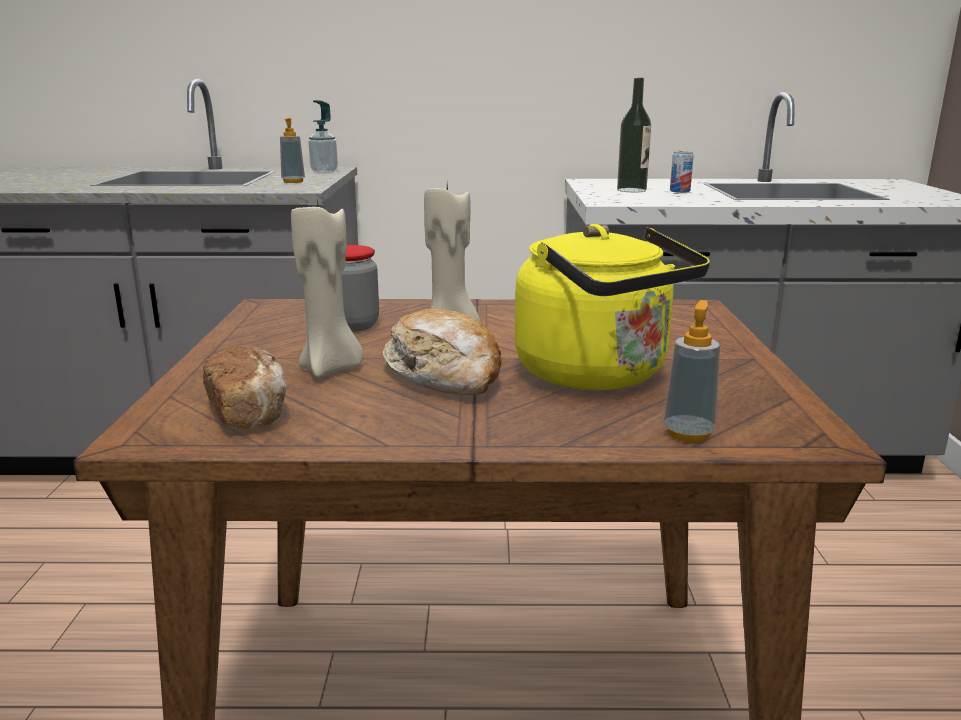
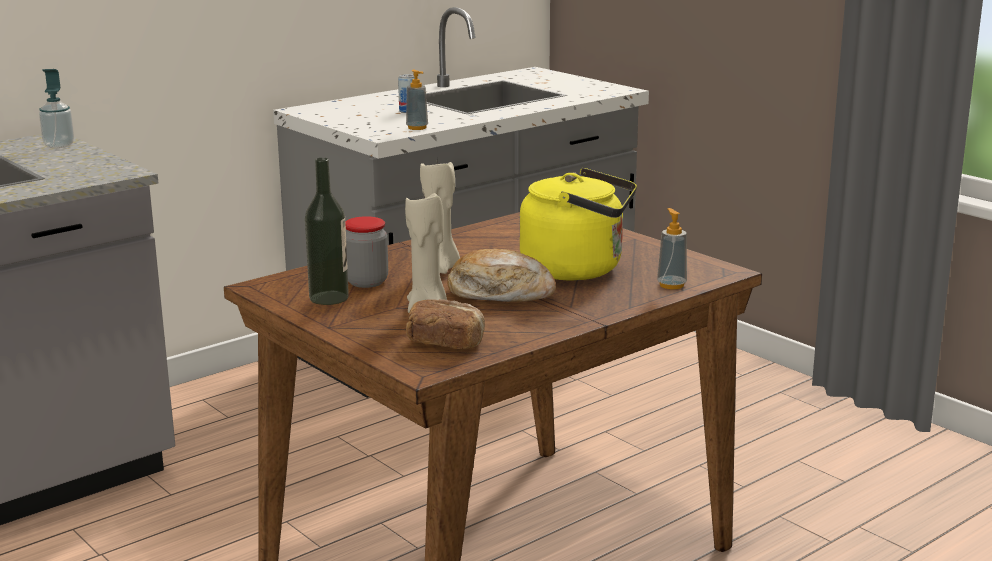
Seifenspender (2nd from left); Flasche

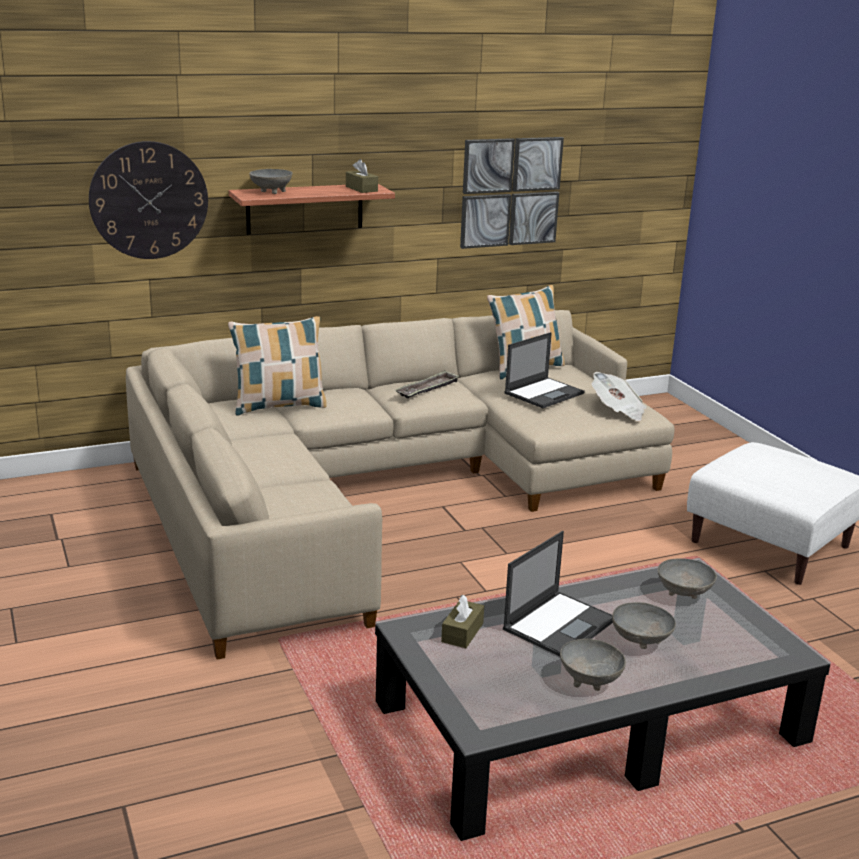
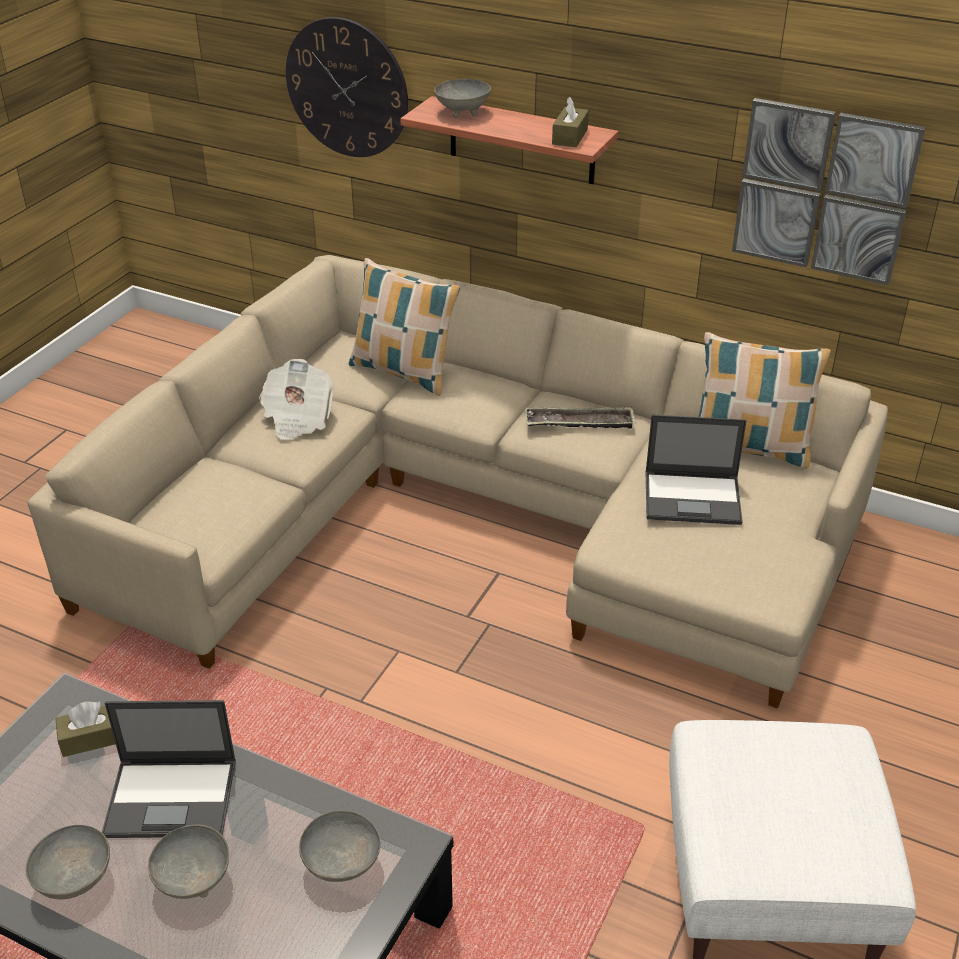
Zeitung

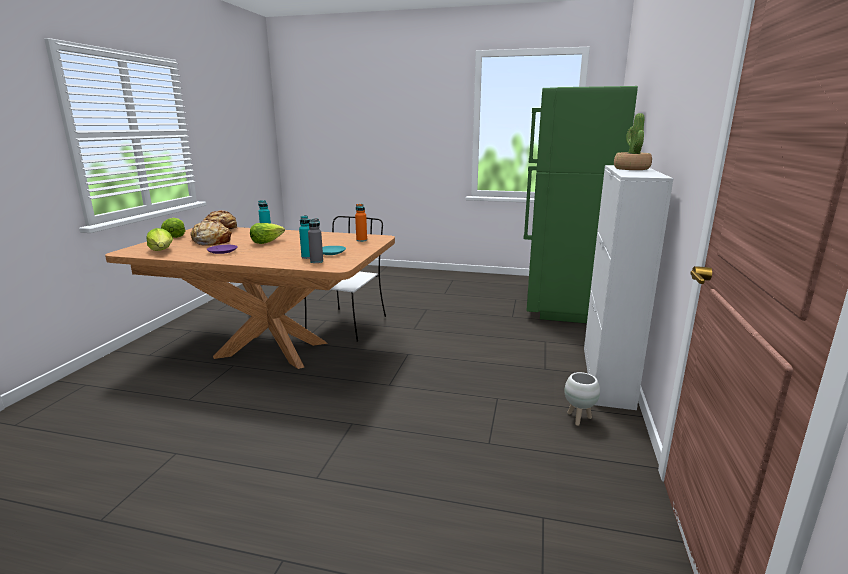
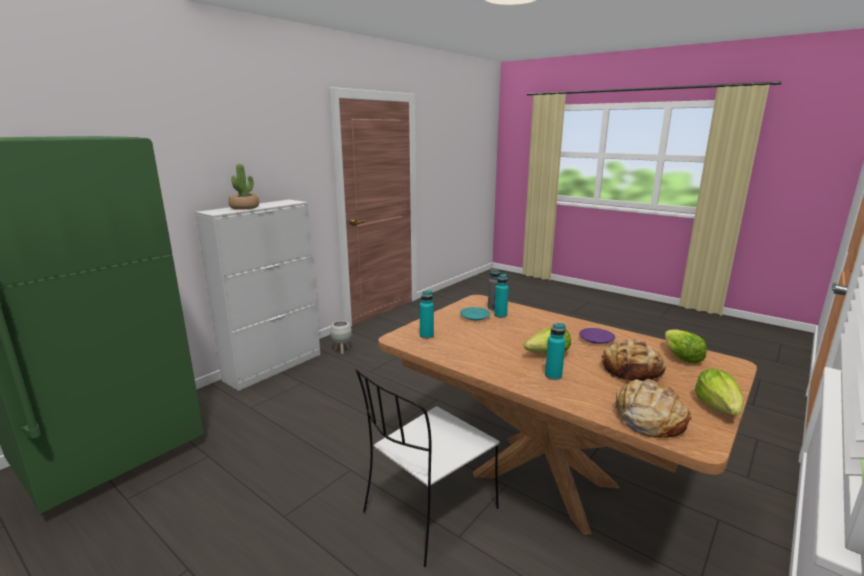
Flasche [türkis] (1st from left)

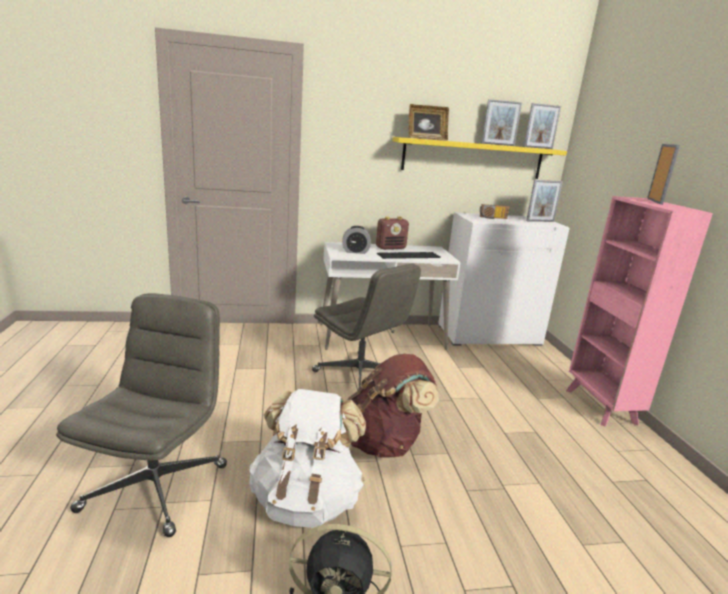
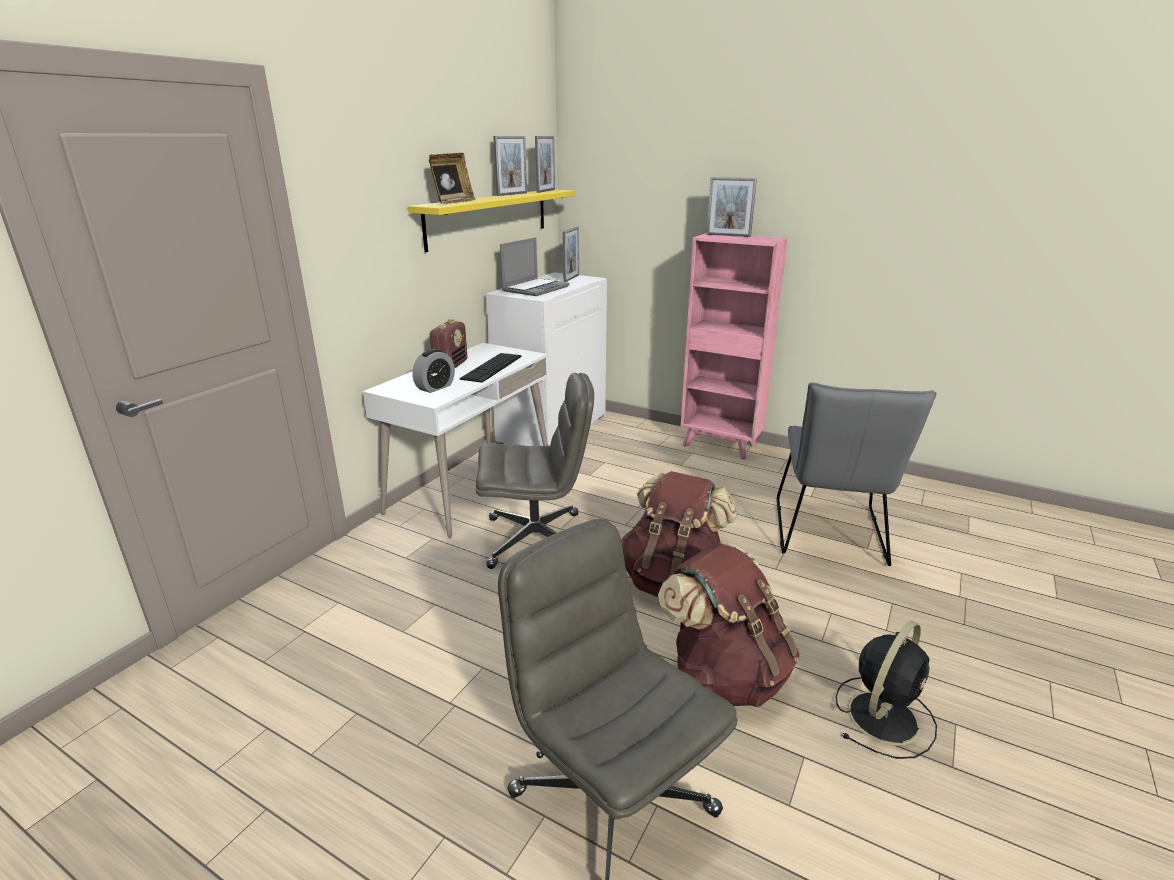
Stuhl [grau]; Laptop; Rucksack [braun] (2nd from left); Bilderrahmen (5th from left)

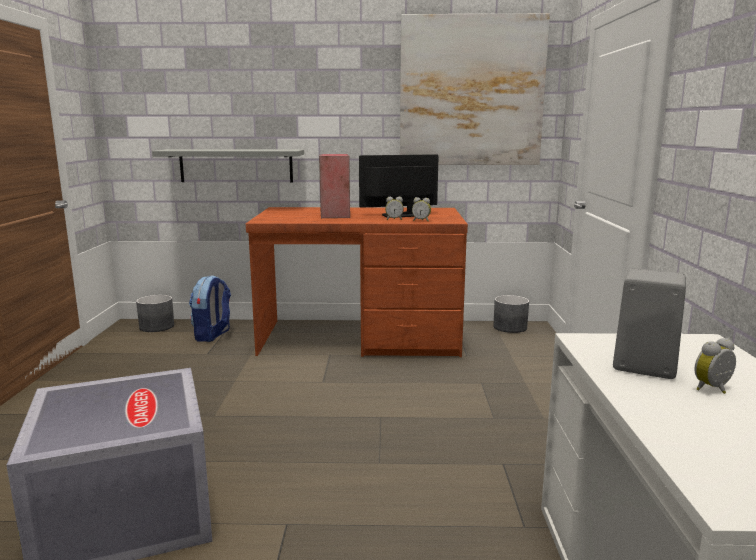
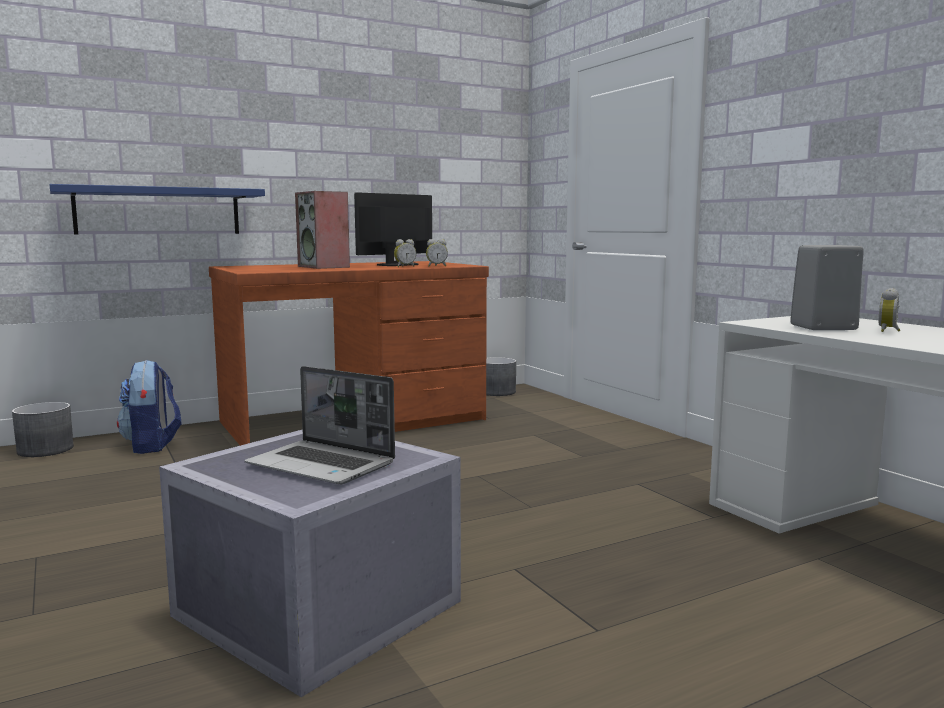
Bild; Laptop; Wandregal [blau]

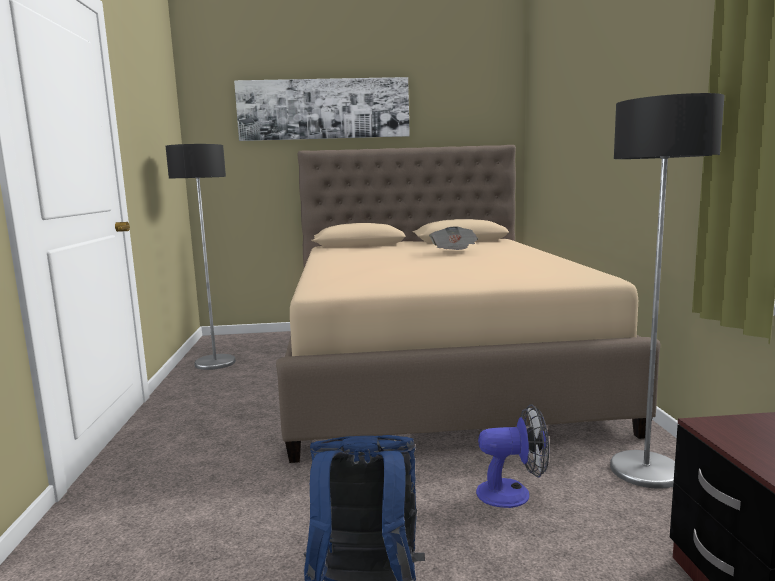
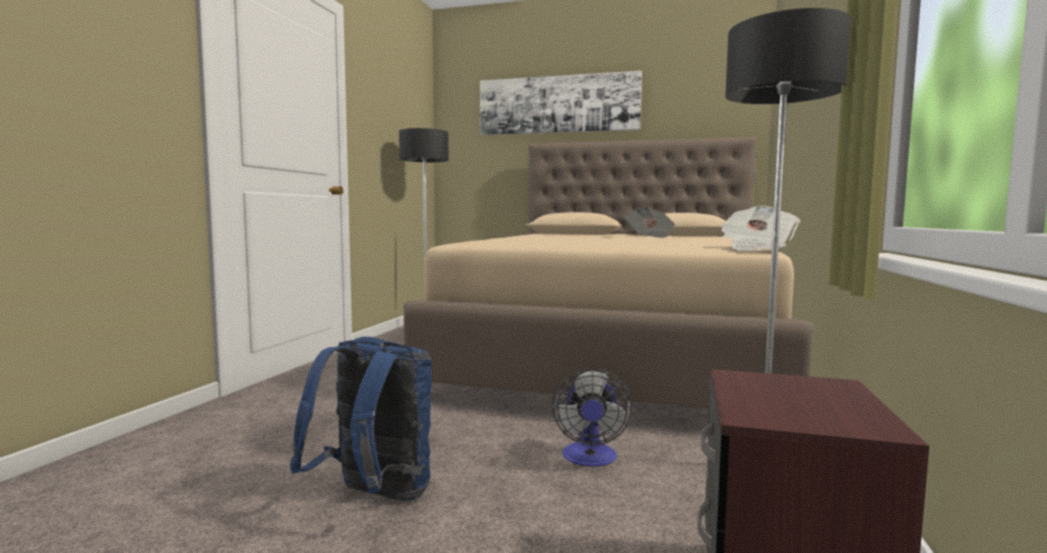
Zeitung (2nd from left); Ventilator

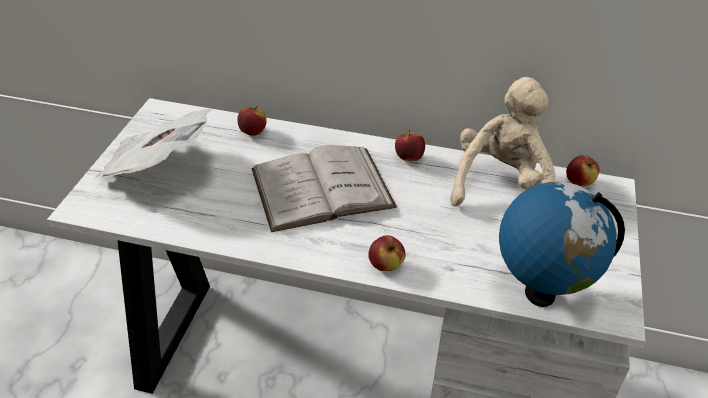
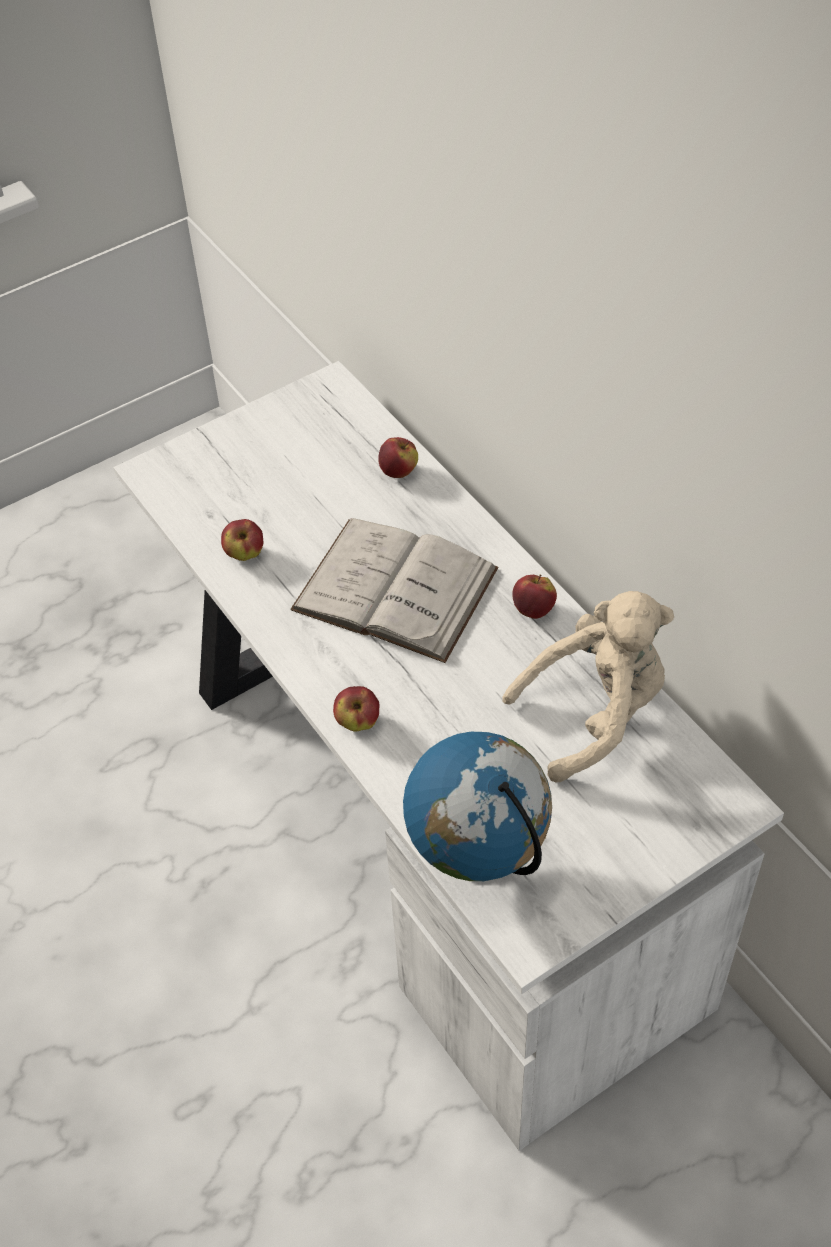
Zeitung; Apfel (1st from left)

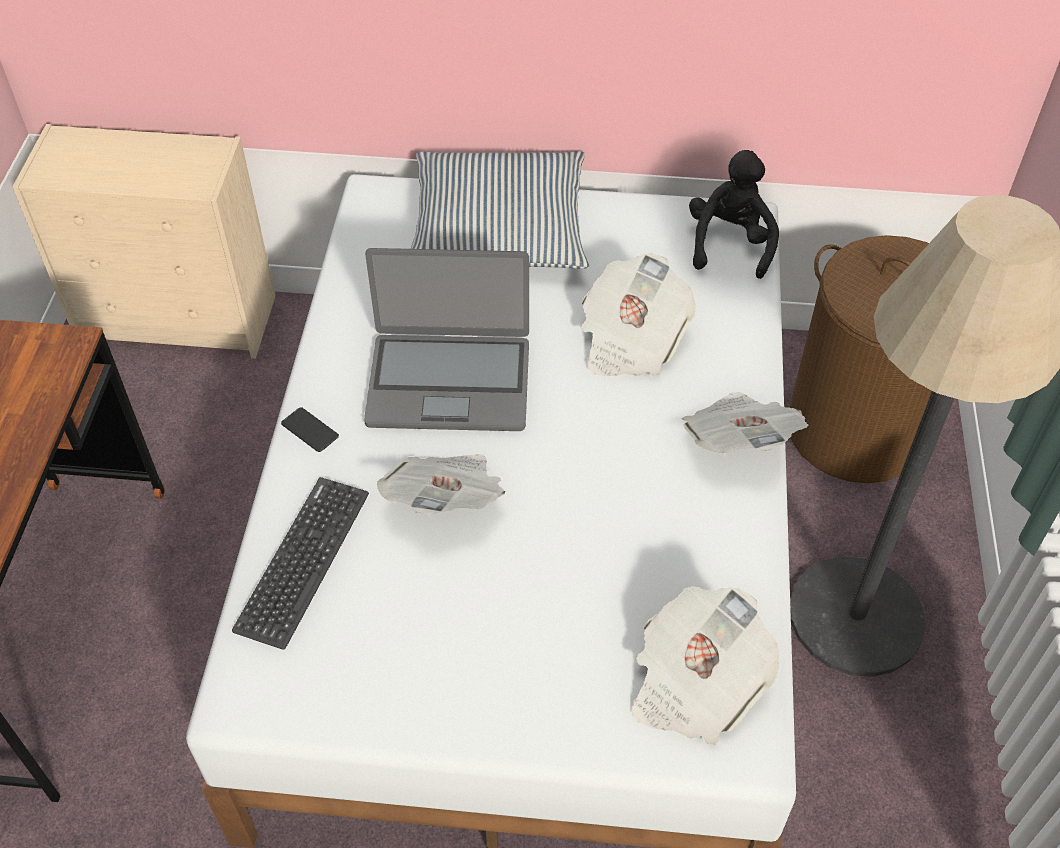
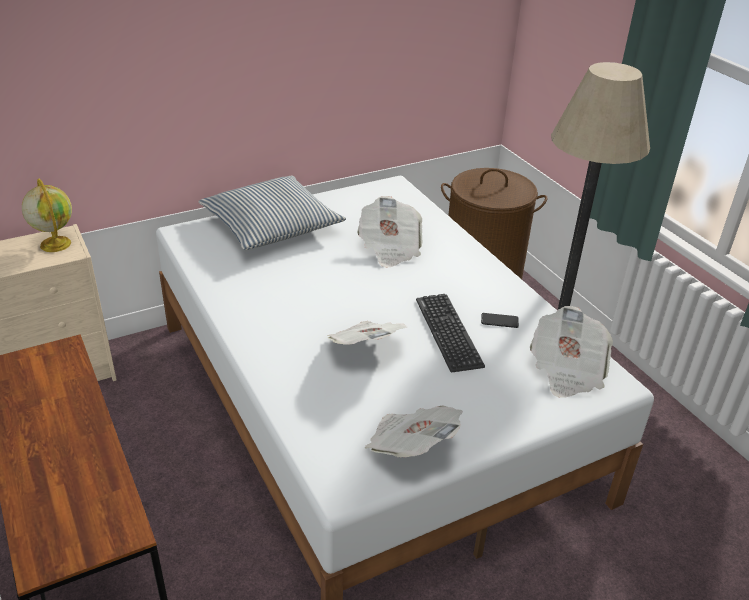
Laptop; Plüschtier [schwarz]; Globus; Tastatur; Handy; Zeitung (3rd from left)

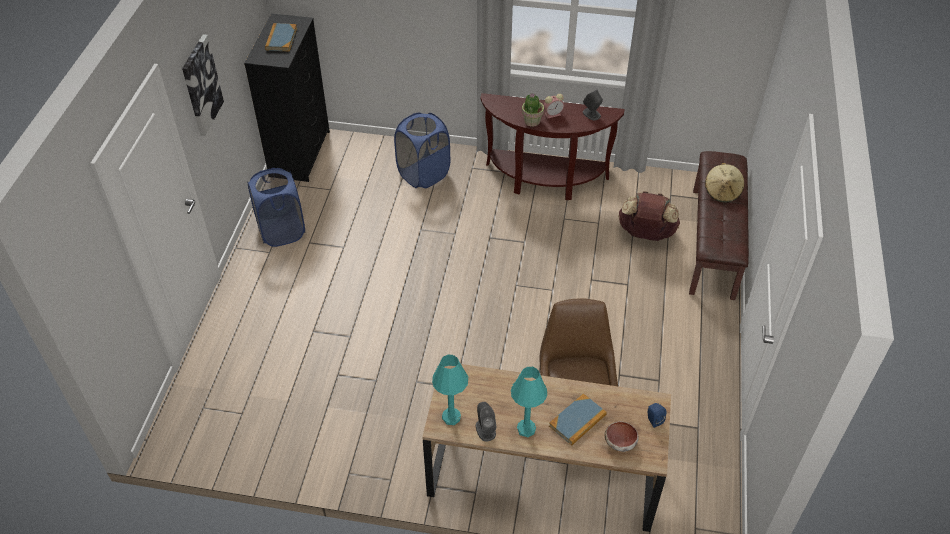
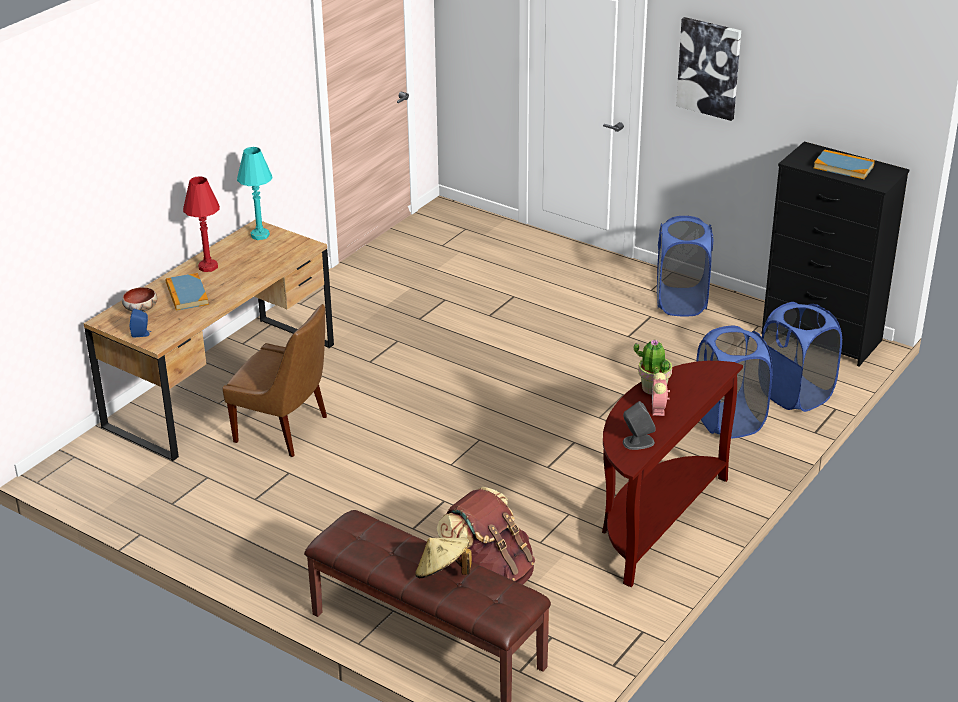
Lautsprecher [grau] (1st from left in the first image); Wäschekorb [blau] (3rd from left); Tischlampe [rot]

